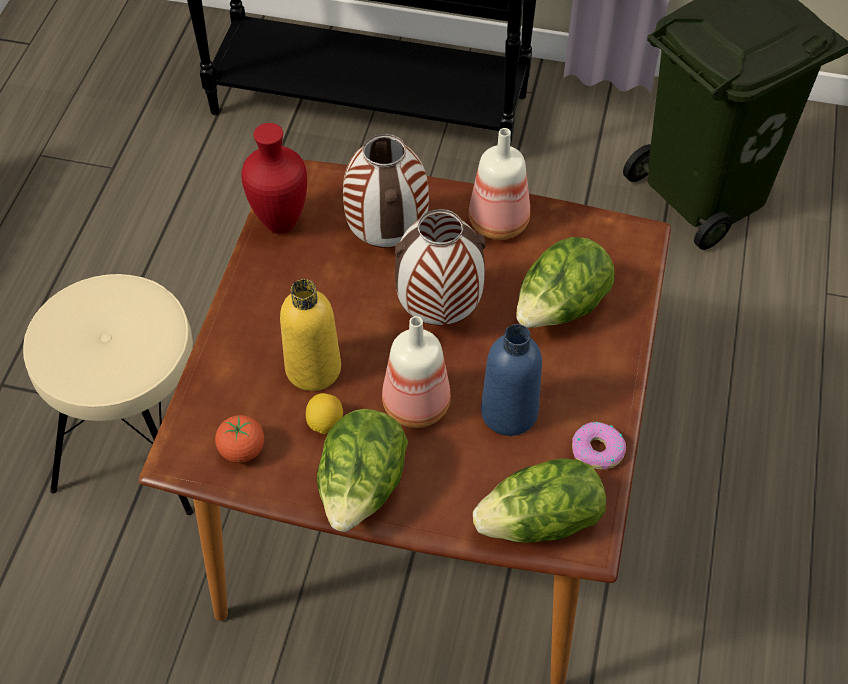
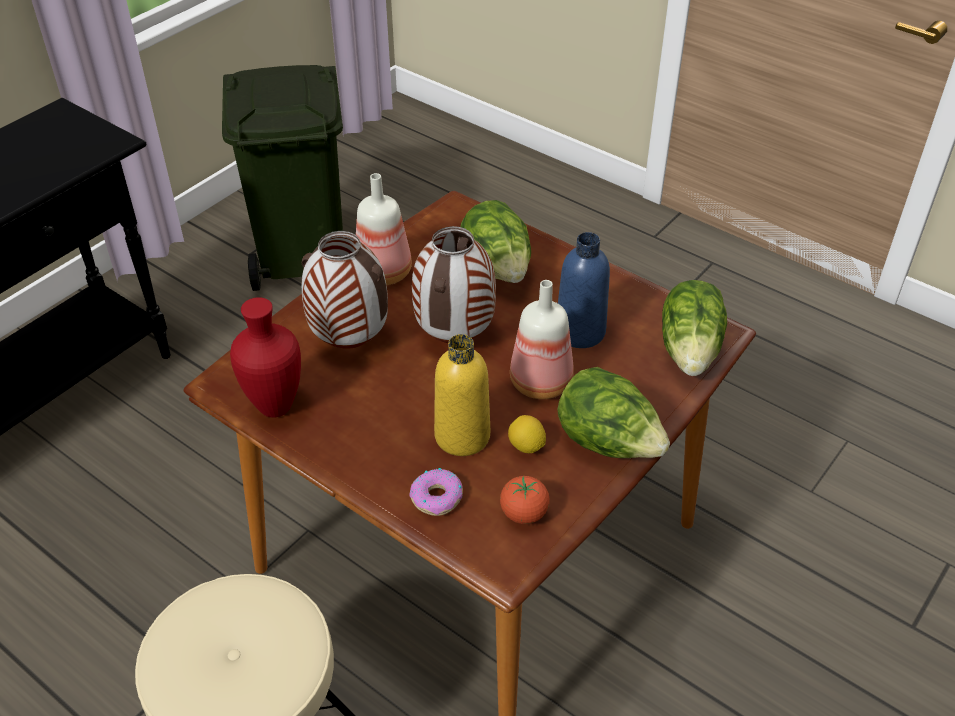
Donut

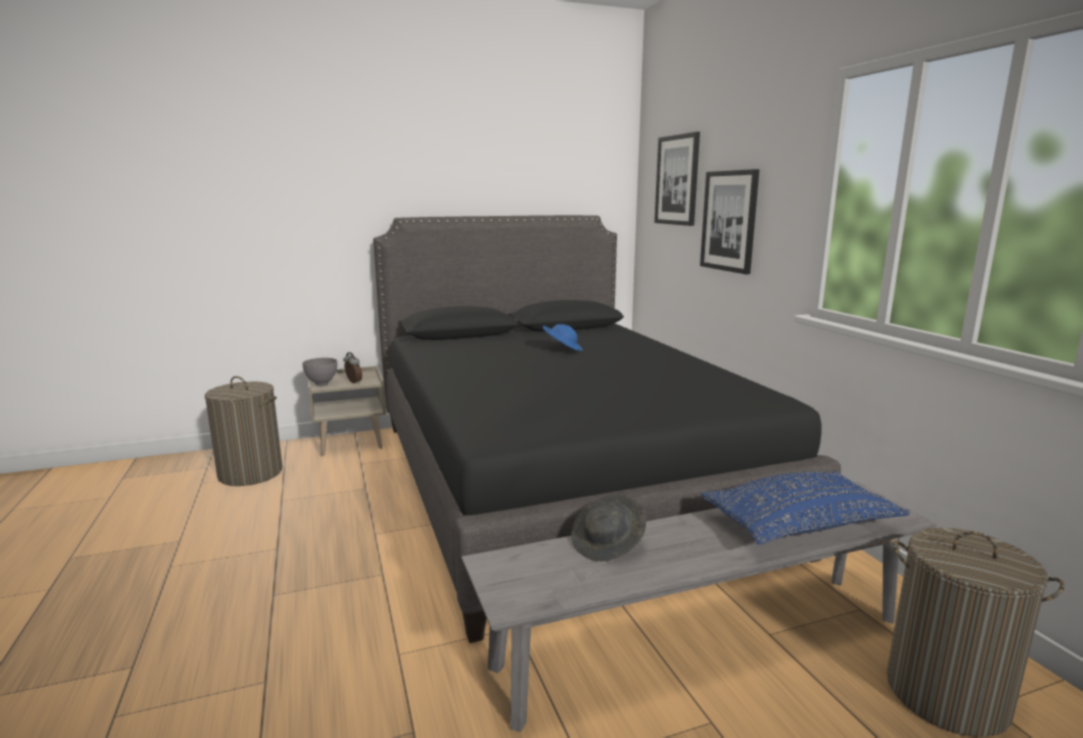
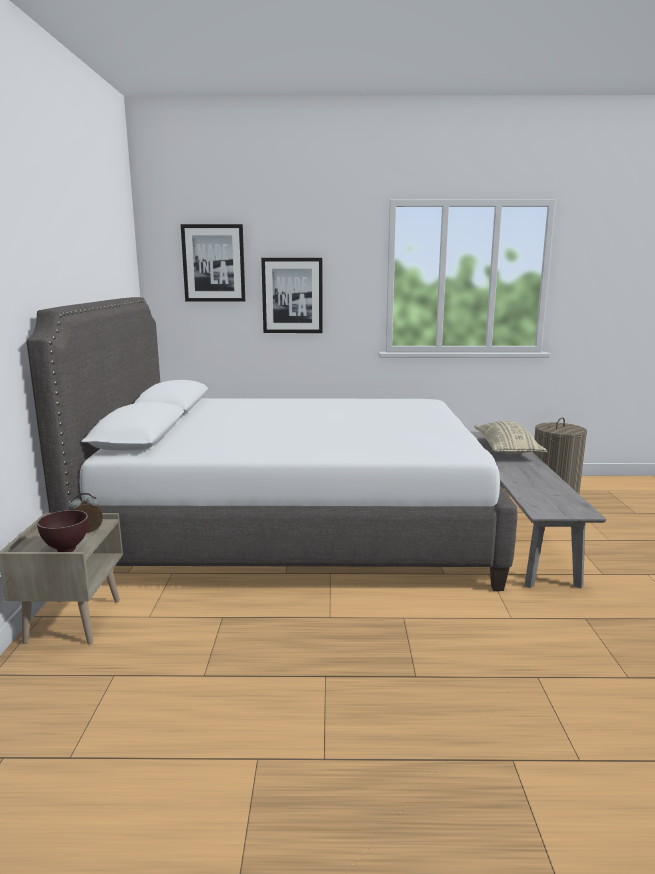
Wäschekorb (1st from left in the first image); Hut [blau]; Hut [grau]; Schüssel [braun]; Bett [weiß]; Kissen [beige]

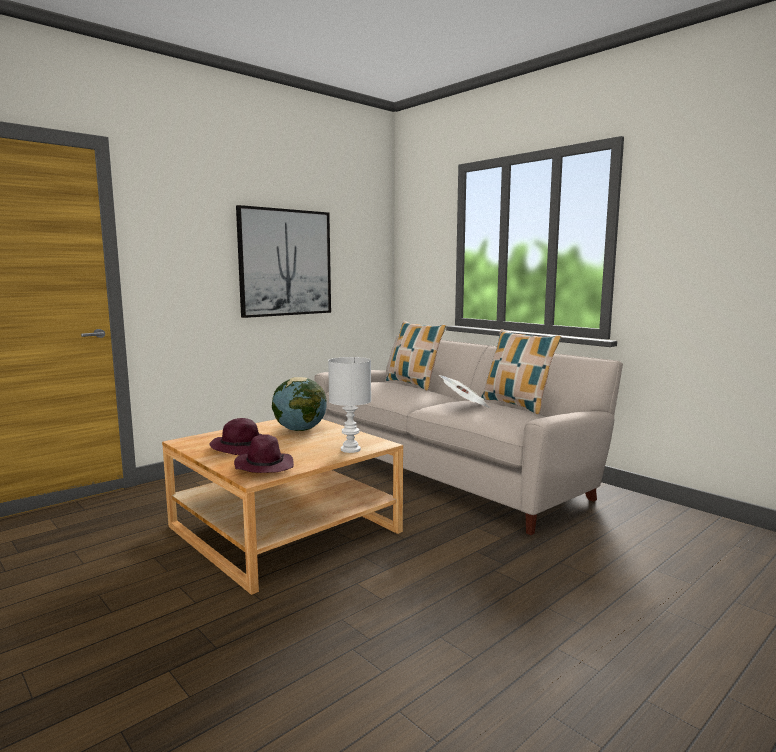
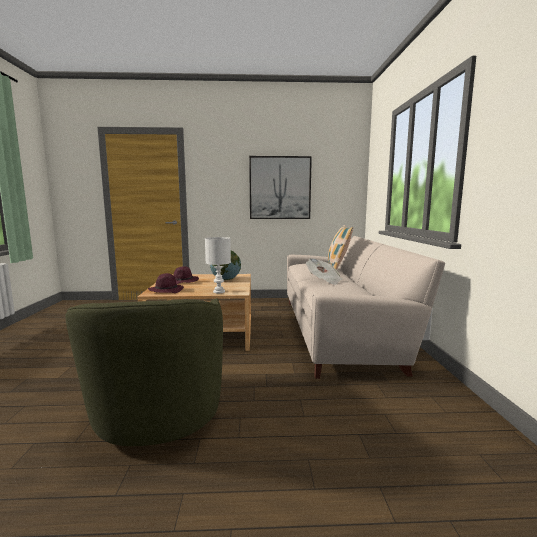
Kissen (2nd from left in the first image); Sessel [grün]

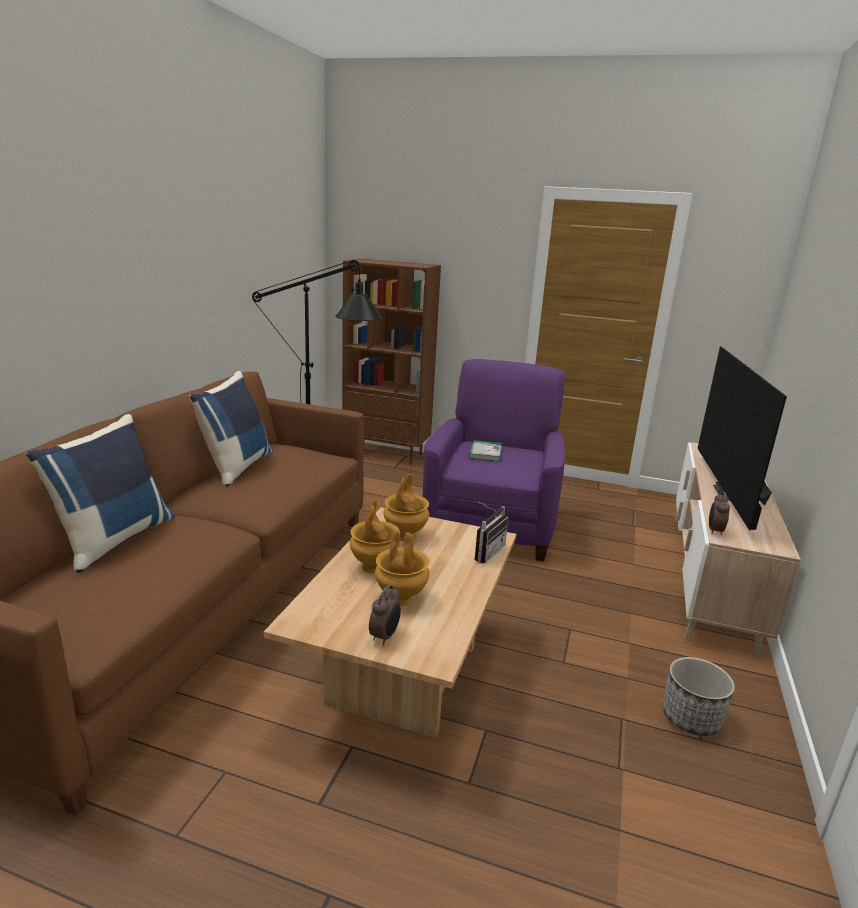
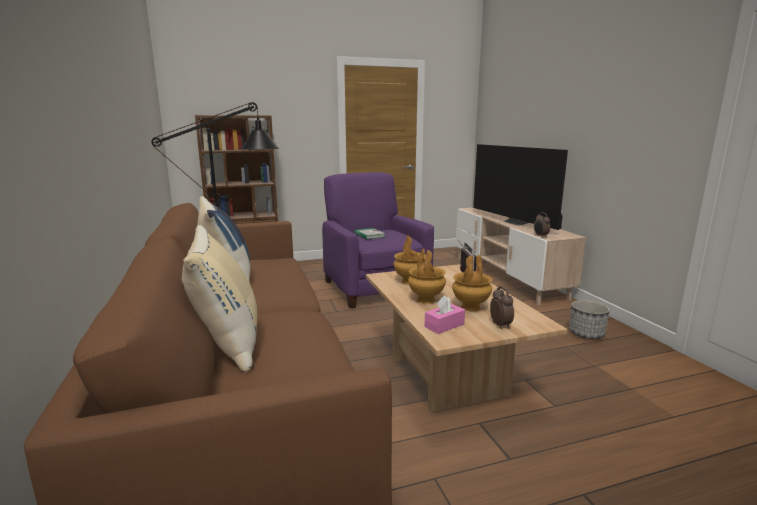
Taschentuchbox [rosa]; Kissen [beige]

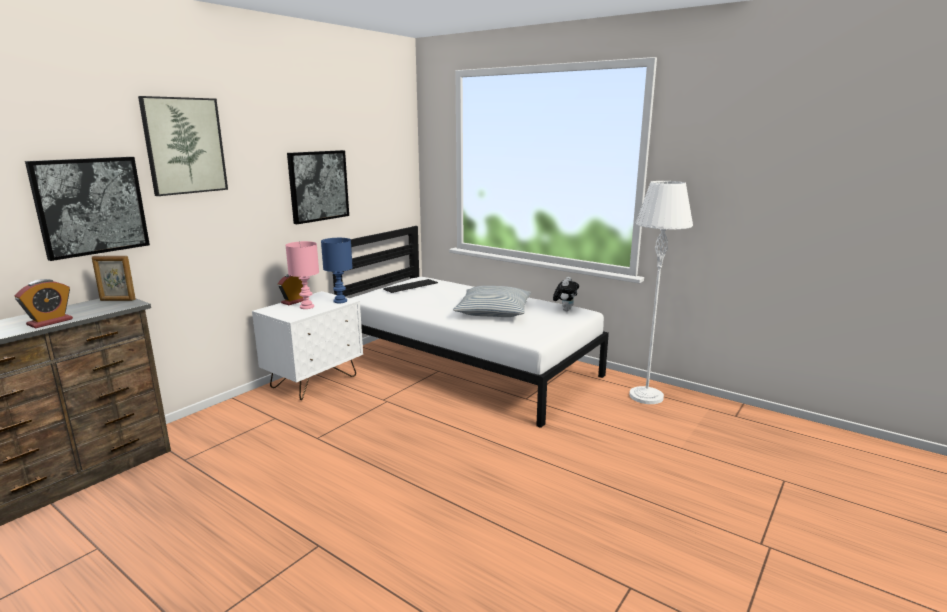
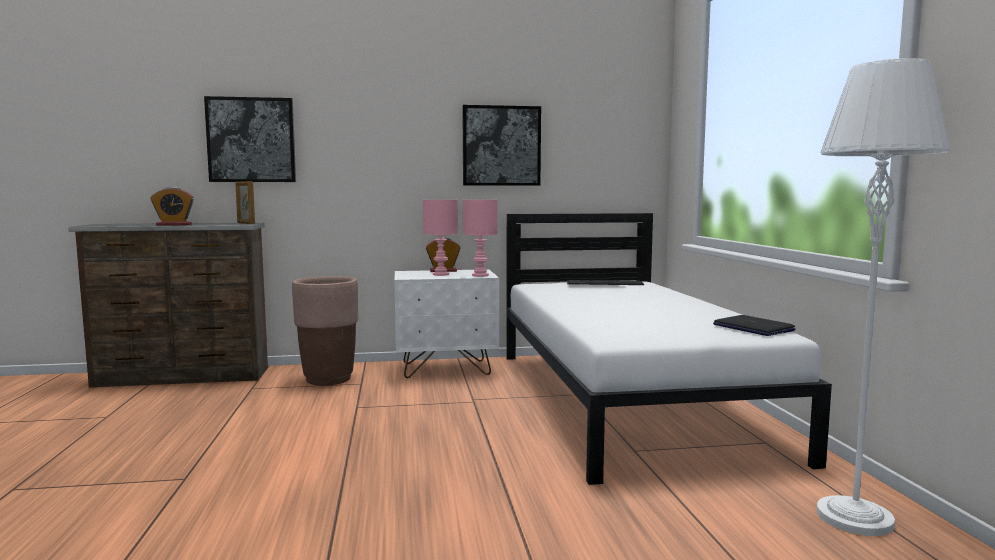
Bild (2nd from left in the first image); Kissen; Pflanzkübel [braun]; Laptop; Tischlampe [rosa] (2nd from left)

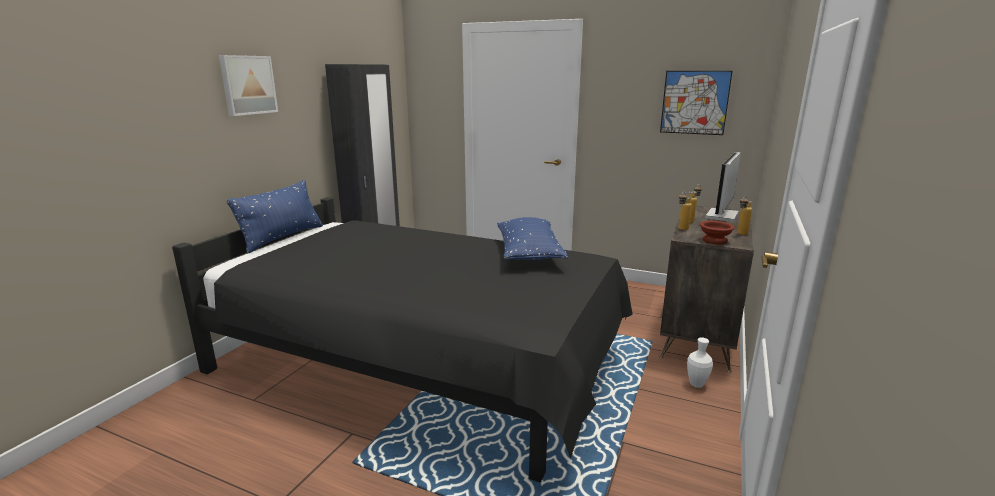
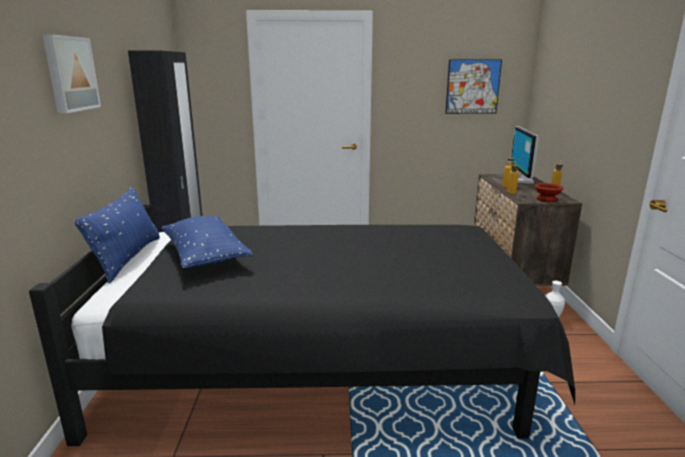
Kissen [blau] (2nd from left)

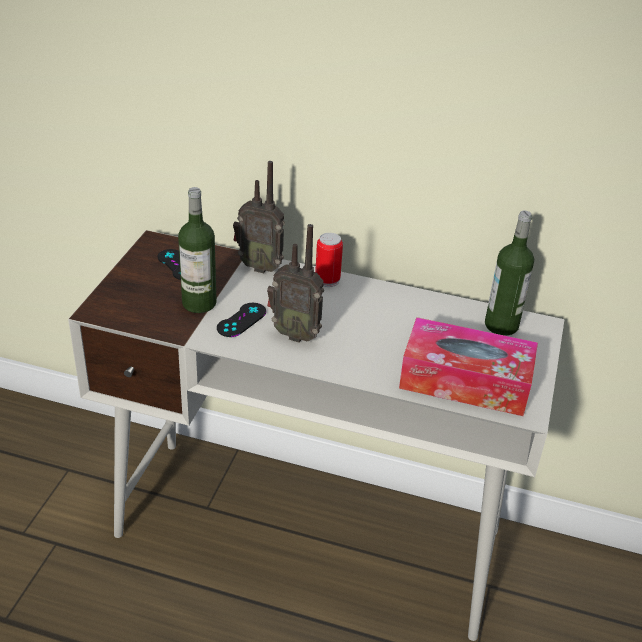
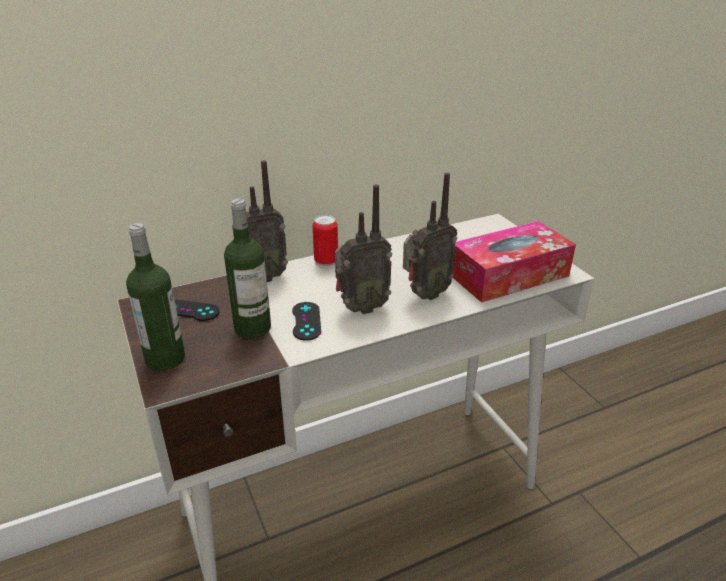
Radio (3rd from left); Flasche (1st from left)

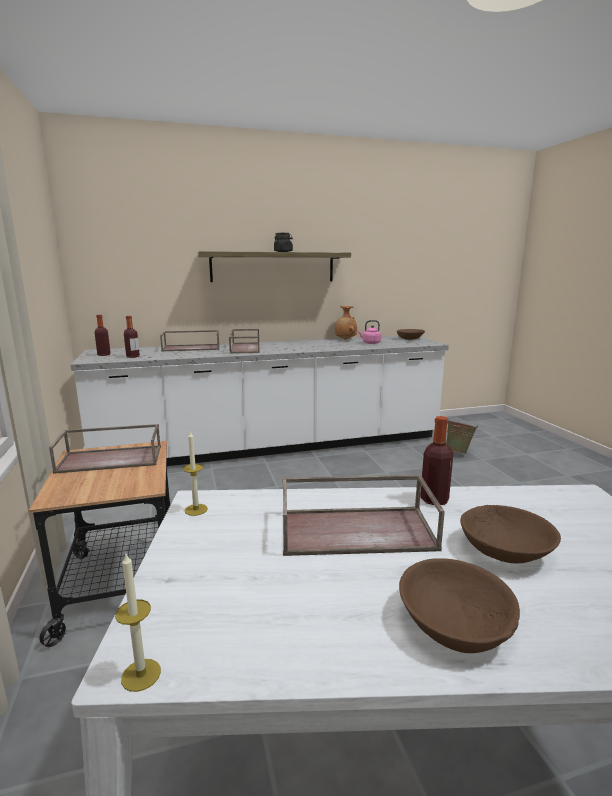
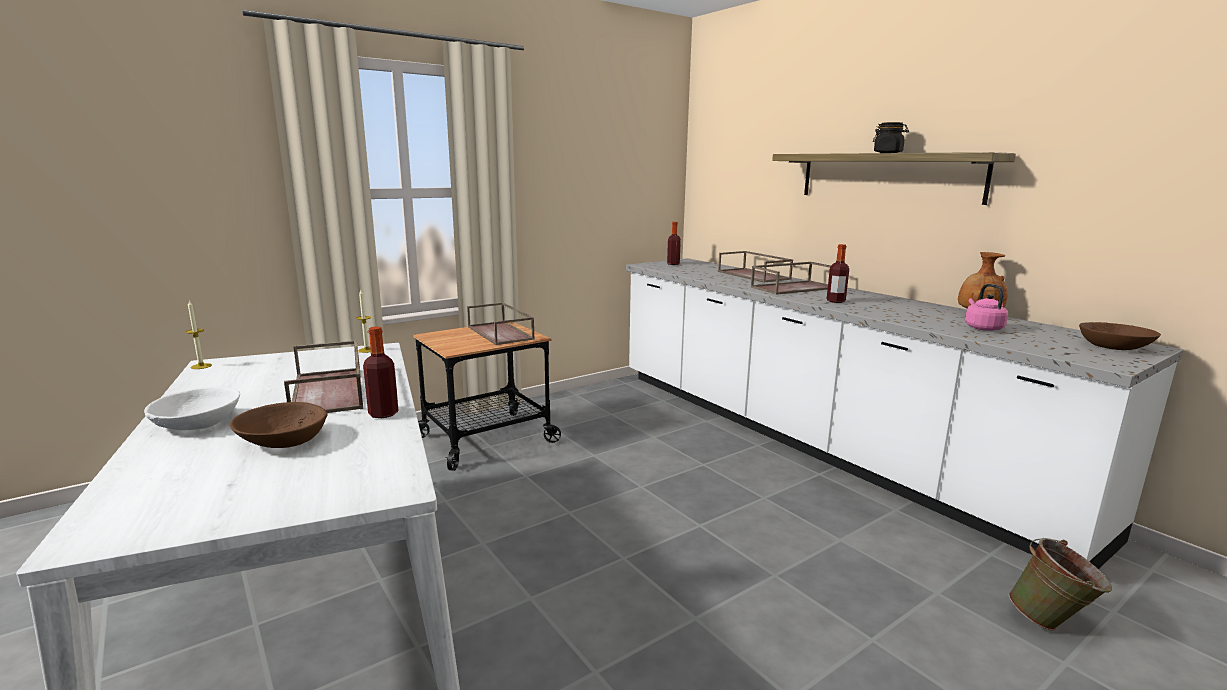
Flasche (3rd from left); Schüssel [weiß]

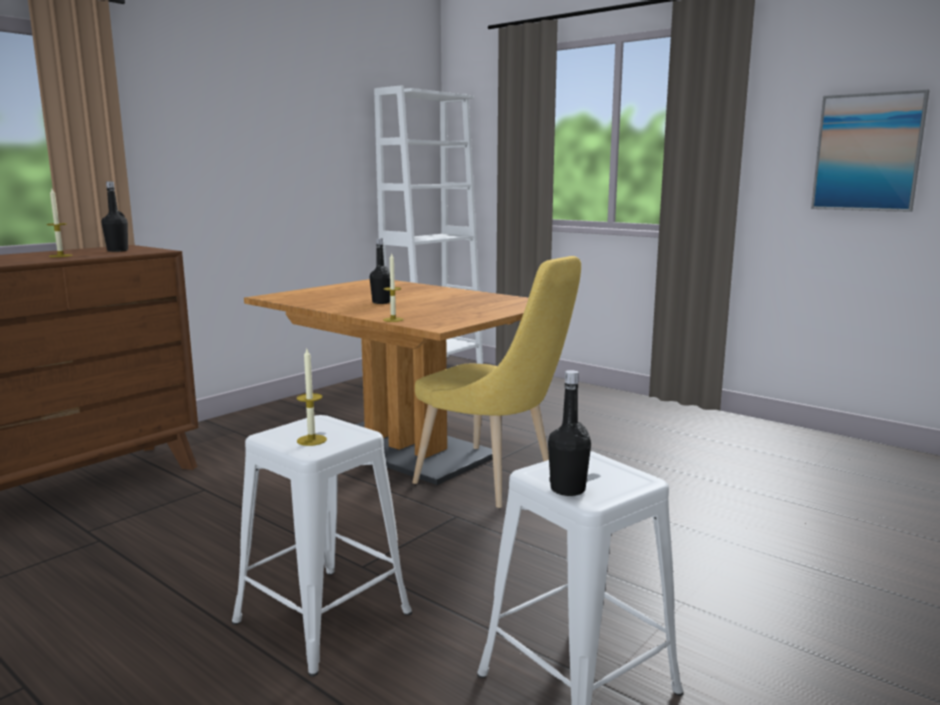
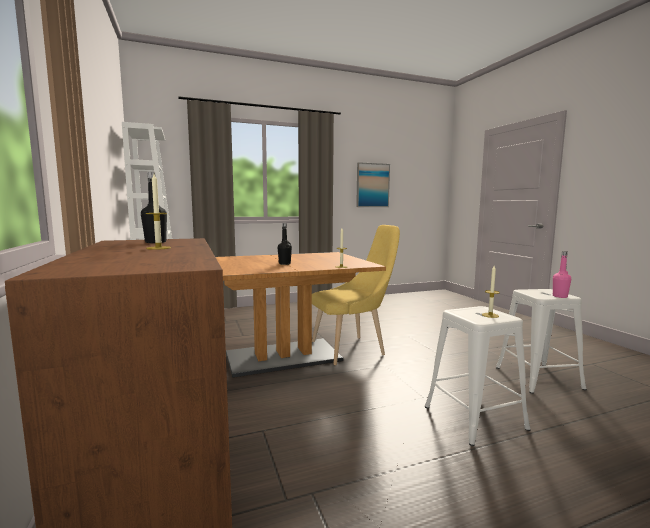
Flasche [rosa]

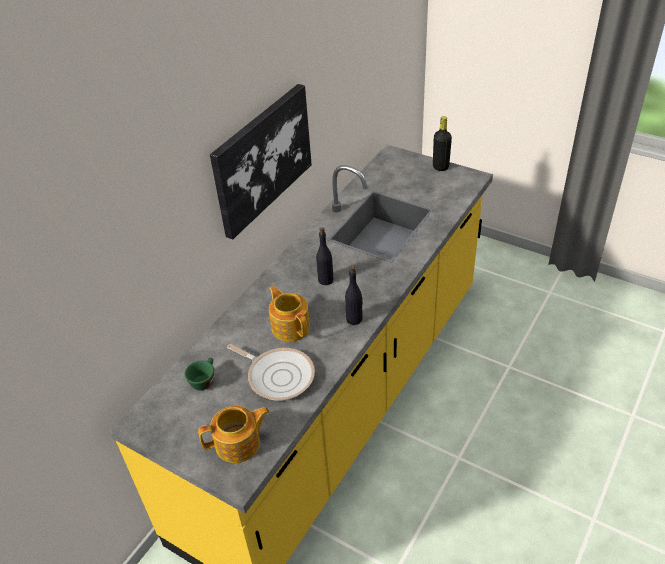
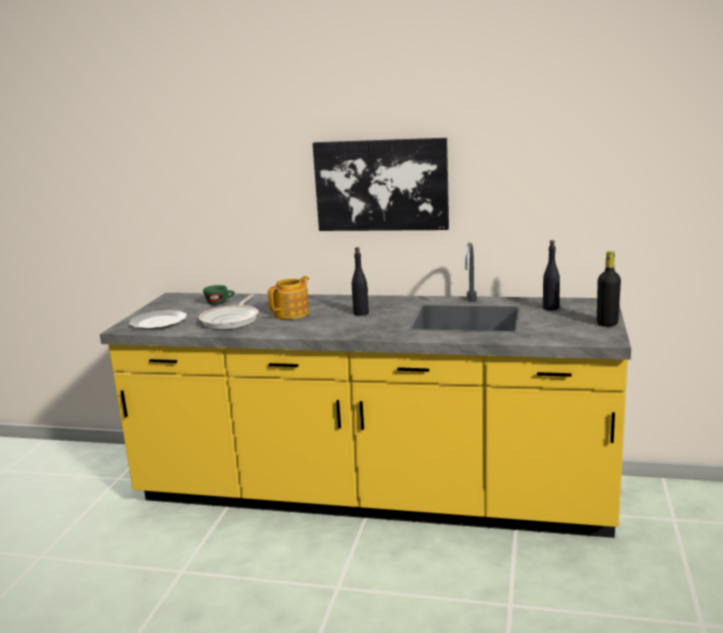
Flasche [schwarz] (2nd from left); Teller

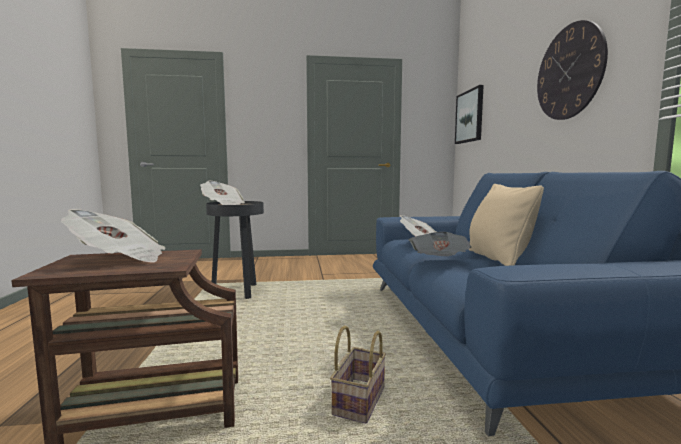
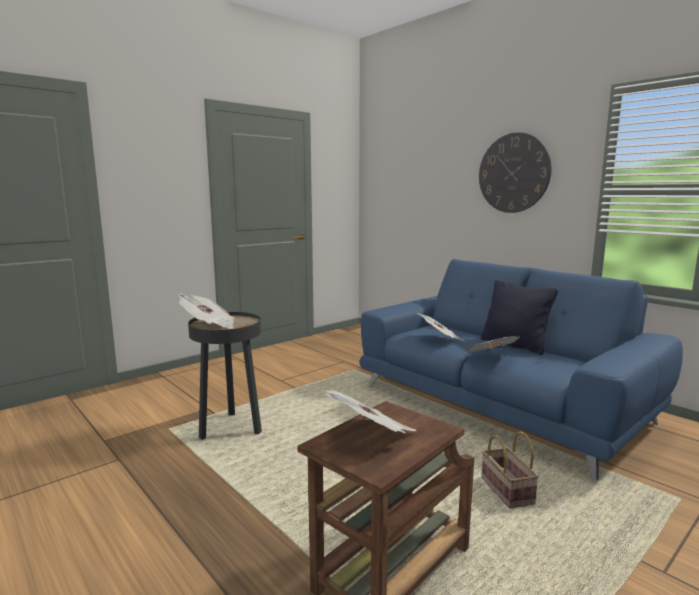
Bild; Kissen [schwarz]

